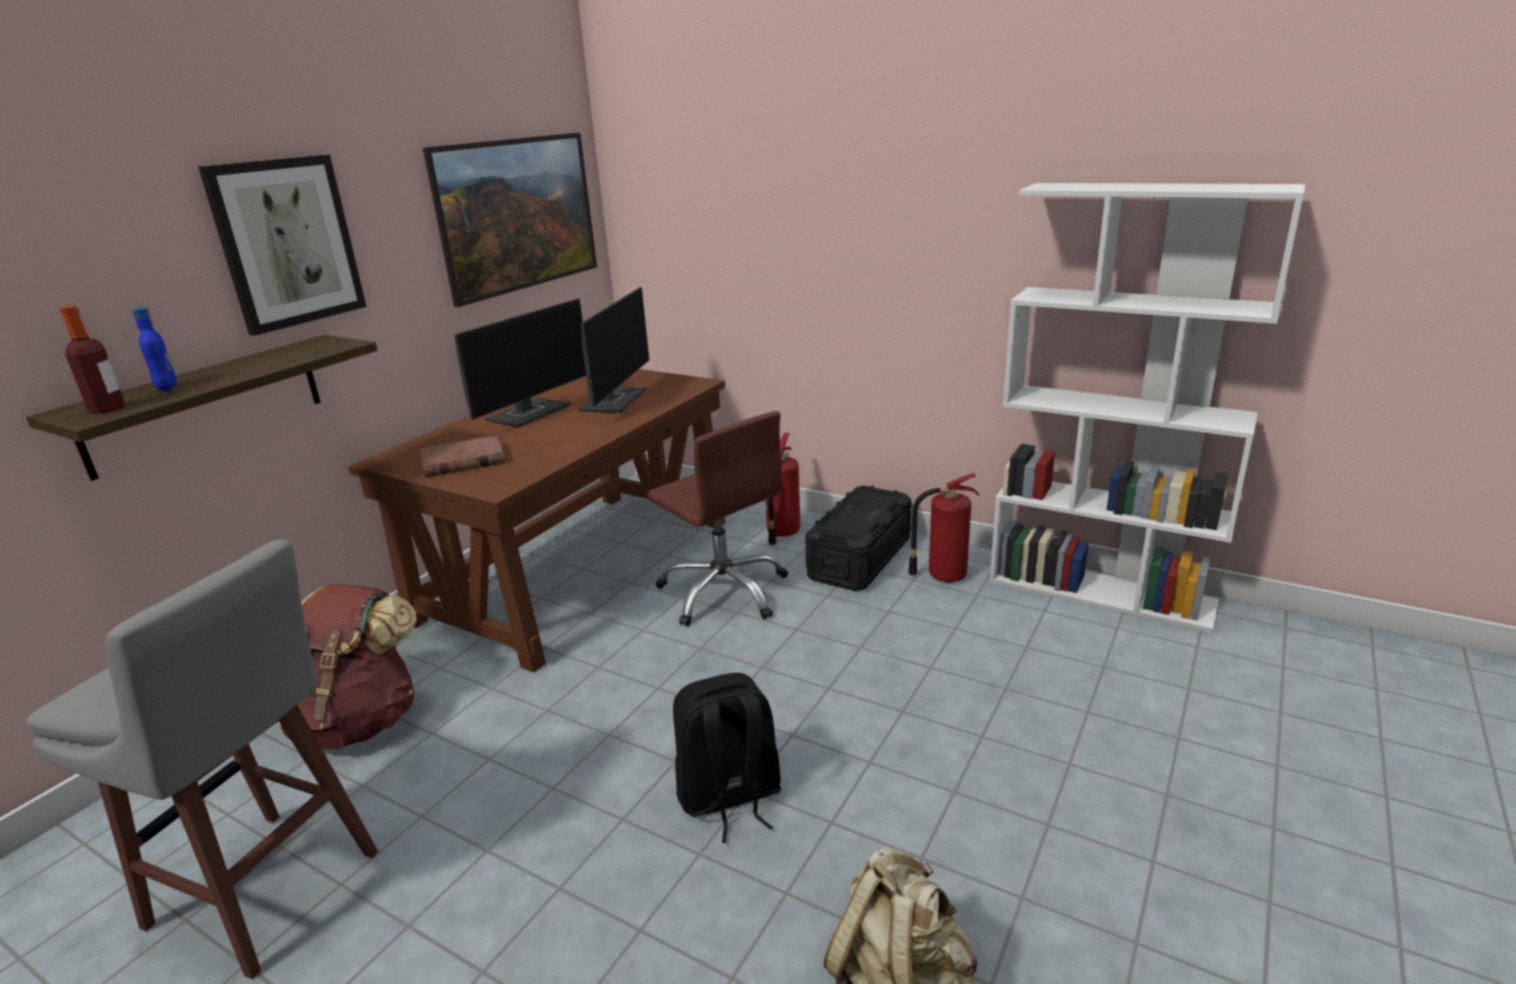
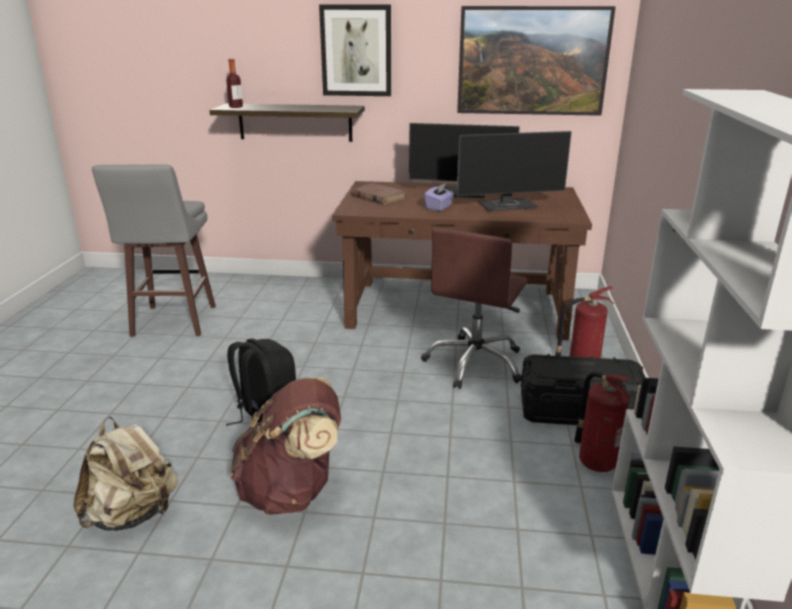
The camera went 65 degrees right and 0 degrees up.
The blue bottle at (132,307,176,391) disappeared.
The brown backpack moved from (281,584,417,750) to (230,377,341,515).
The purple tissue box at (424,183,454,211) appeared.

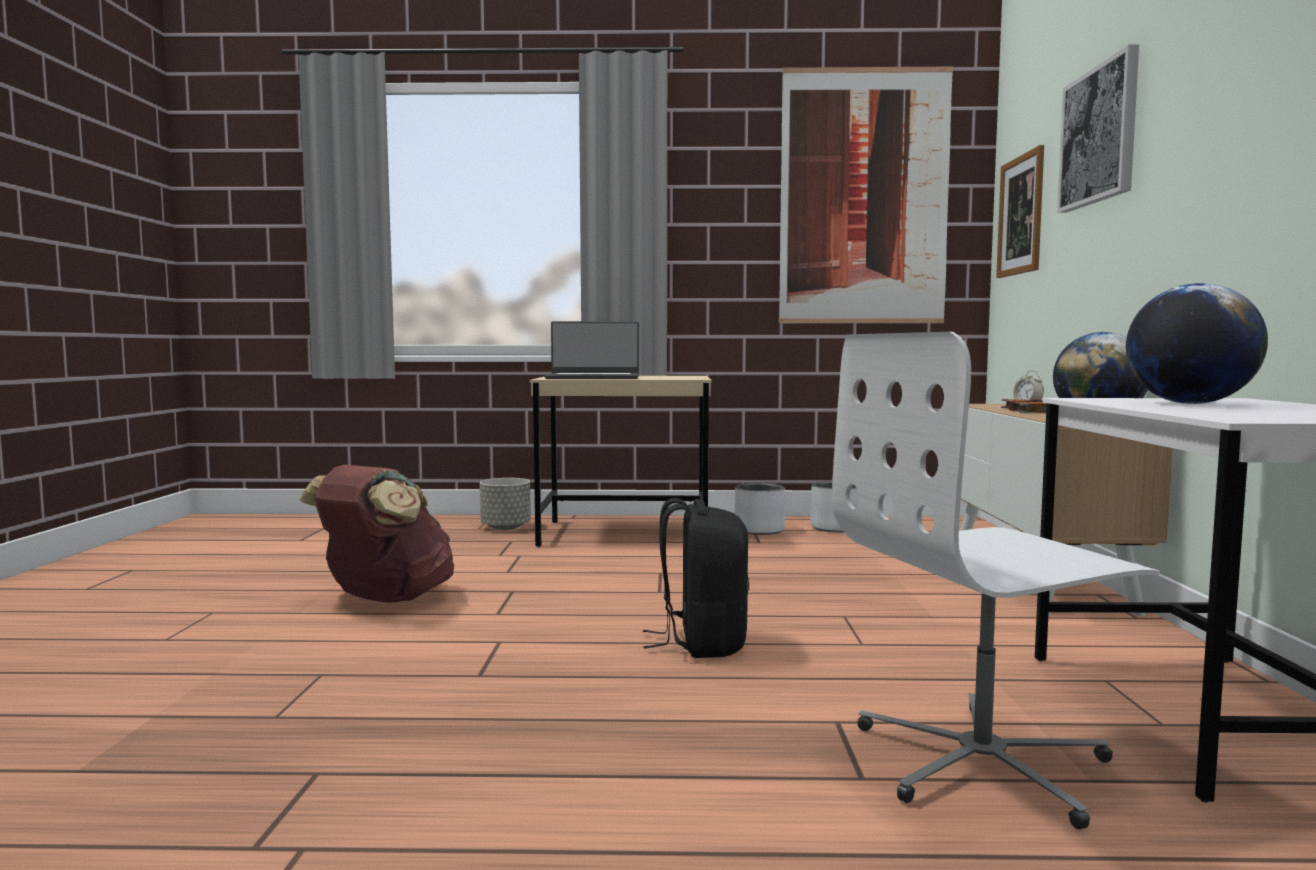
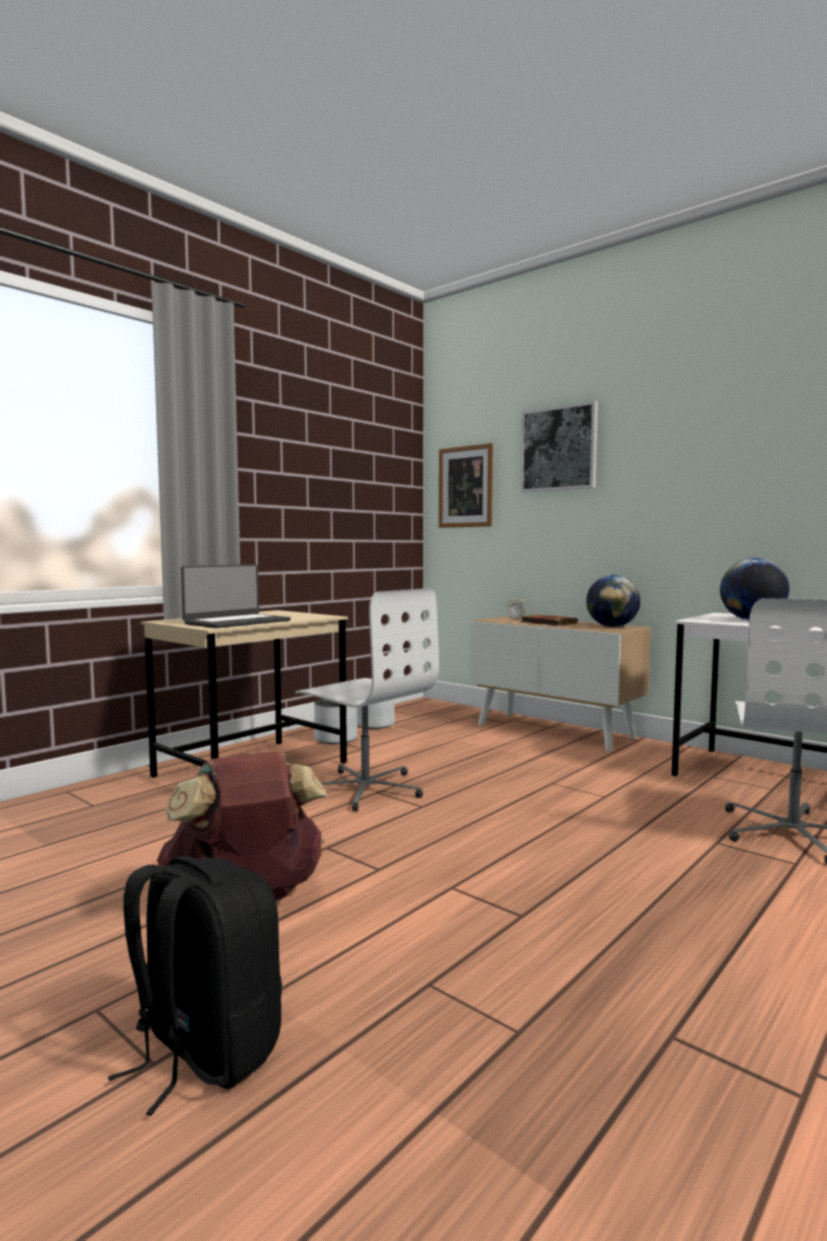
The camera went 50 degrees left and 0 degrees up.
The grey planter at (480,478,531,530) disappeared.
The black backpack moved from (643,498,749,658) to (108,856,282,1116).
The picture at (779,67,953,323) disappeared.
The white office chair at (295,588,439,811) appeared.

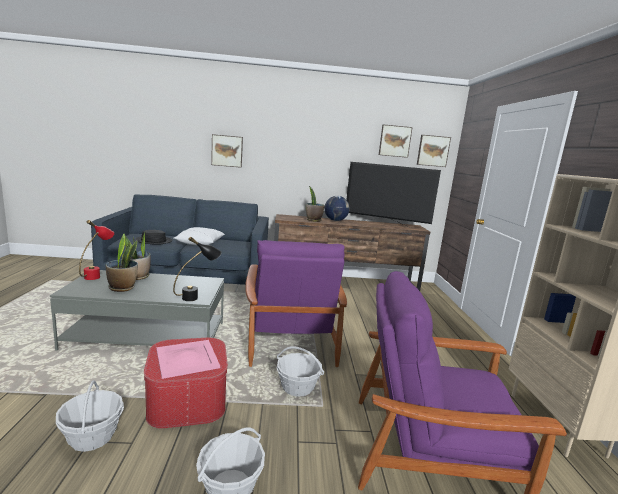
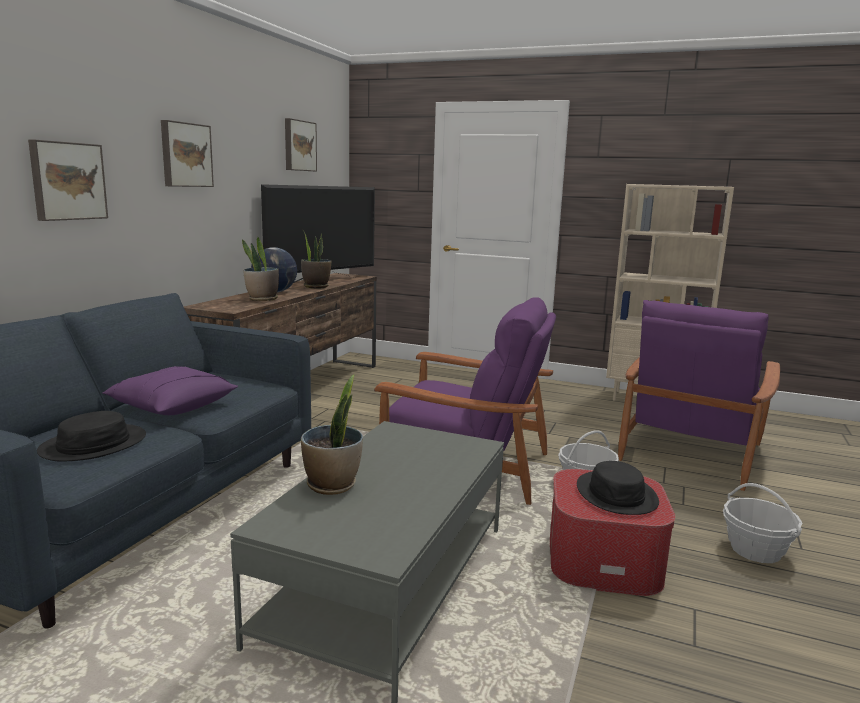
The camera went 65 degrees left and 0 degrees up.
The basket at (56,380,124,452) disappeared.
The red table lamp at (79,220,114,280) disappeared.
The potted plant moved from (106,234,138,292) to (301,232,331,288).
The pink tray at (156,340,220,379) was replaced by the black hat at (577,461,659,515).
The black table lamp at (173,237,222,301) disappeared.
The white pillow at (174,227,225,245) became the purple pillow at (103,366,238,415).
The picture moved from (417,135,451,167) to (161,120,214,187).

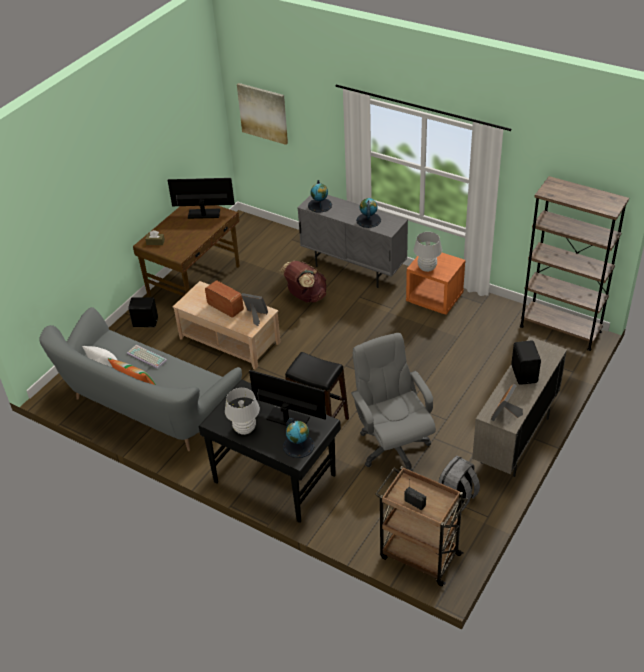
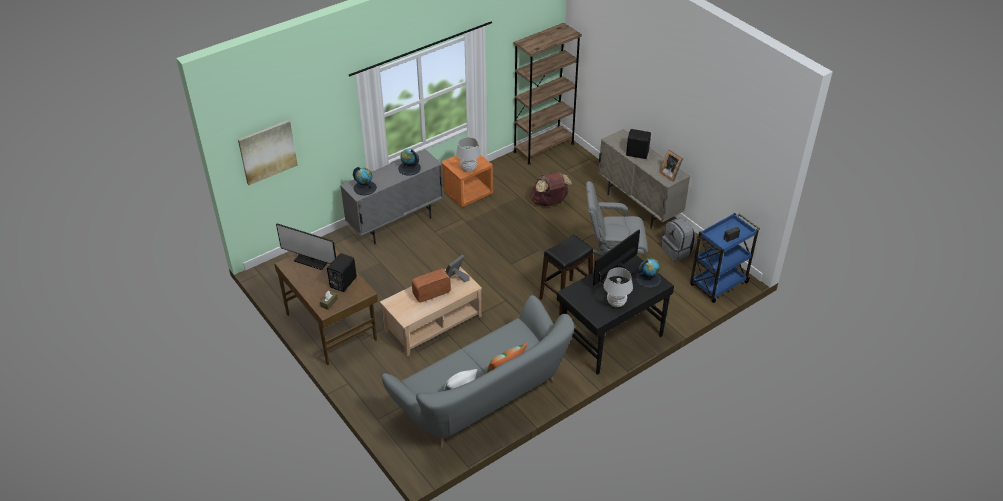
The camera went 70 degrees left and 0 degrees up.
The keyboard at (127,345,167,369) disappeared.
The black speaker moved from (128,298,158,327) to (327,253,357,292).
The monitor at (168,178,235,219) turned 90 degrees counterclockwise.
The brown backpack moved from (279,261,326,303) to (530,172,572,206).
The brown cart at (375,466,468,586) became the blue cart at (690,213,760,303).

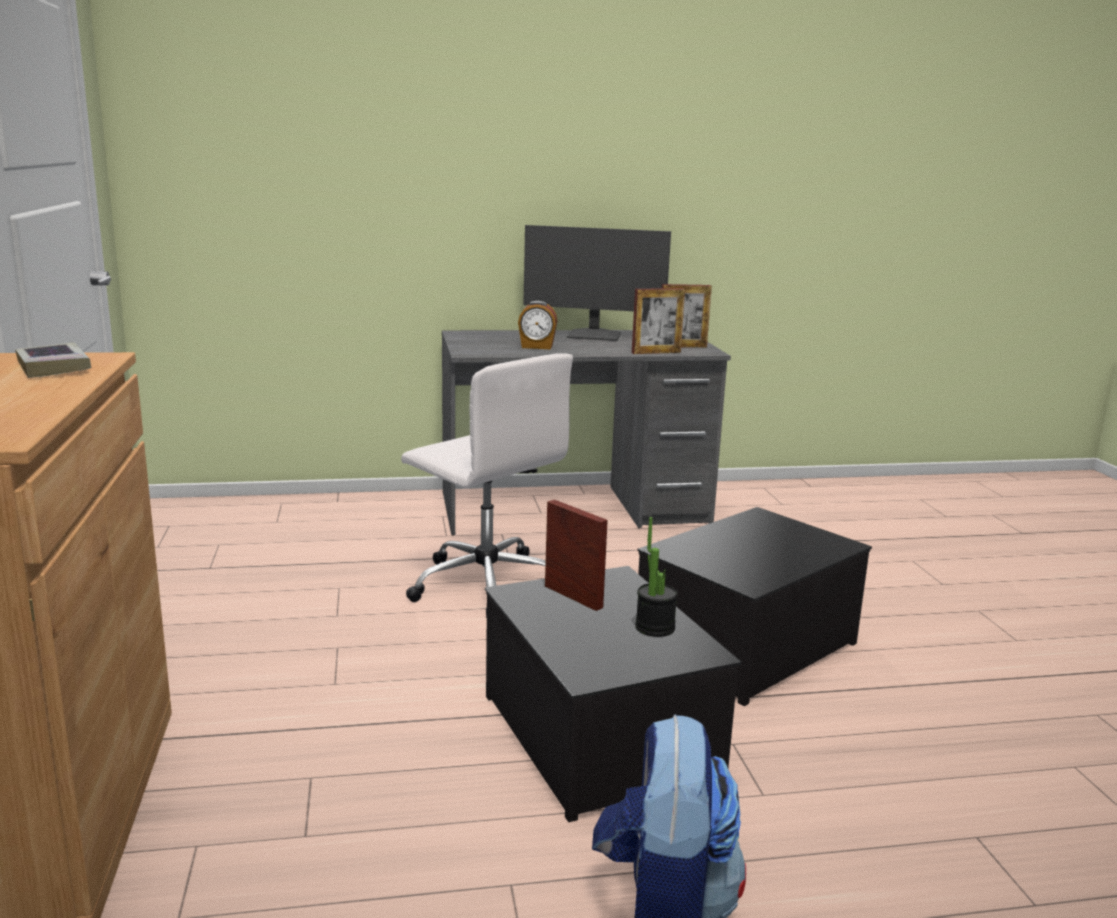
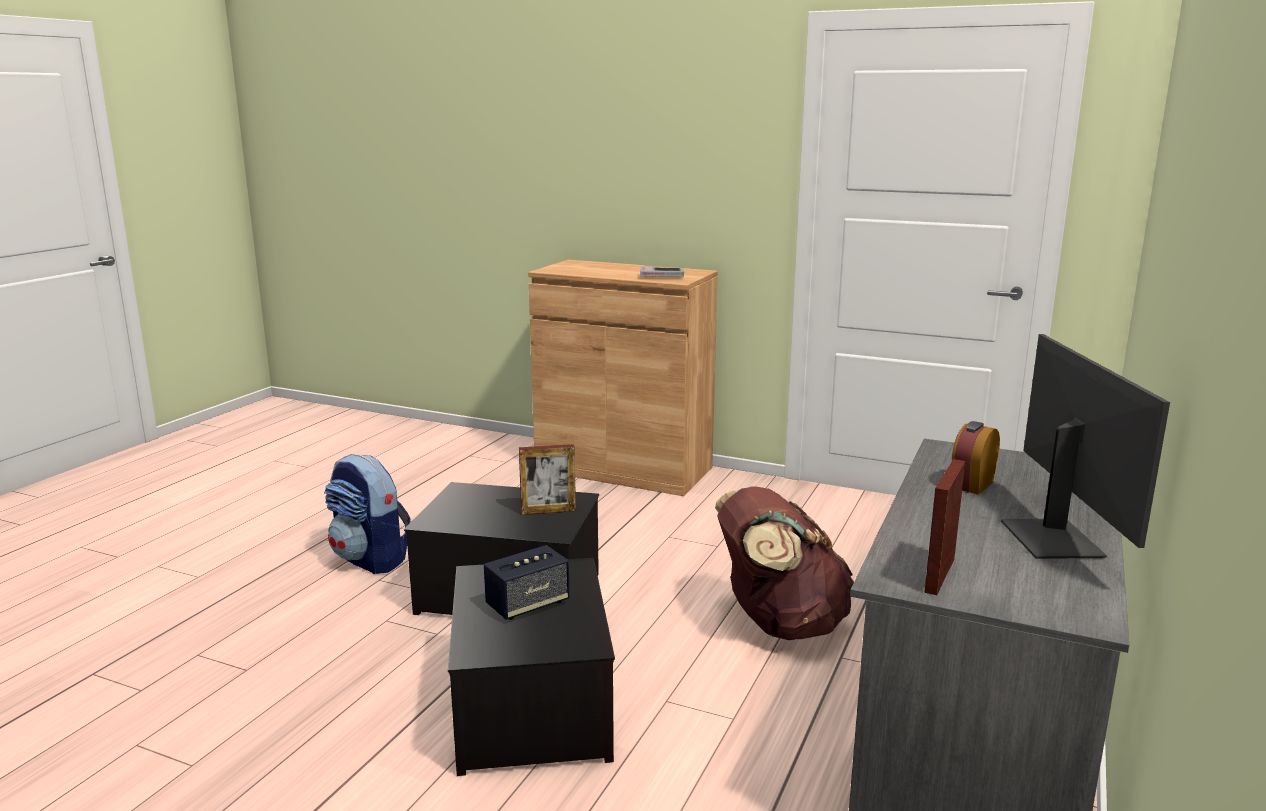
The camera went 125 degrees right and 0 degrees up.
The white office chair at (401,354,573,618) was replaced by the brown backpack at (715,486,854,640).
The monitor at (523,225,671,341) turned 135 degrees clockwise.
The picture frame at (632,288,685,354) disappeared.
The potted plant at (635,517,678,637) disappeared.
The speaker at (484,545,570,620) appeared.

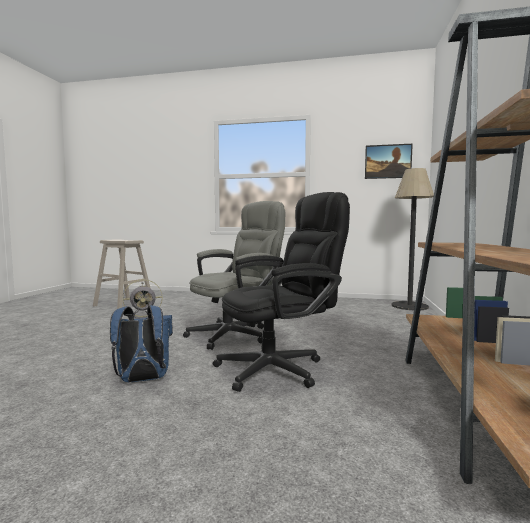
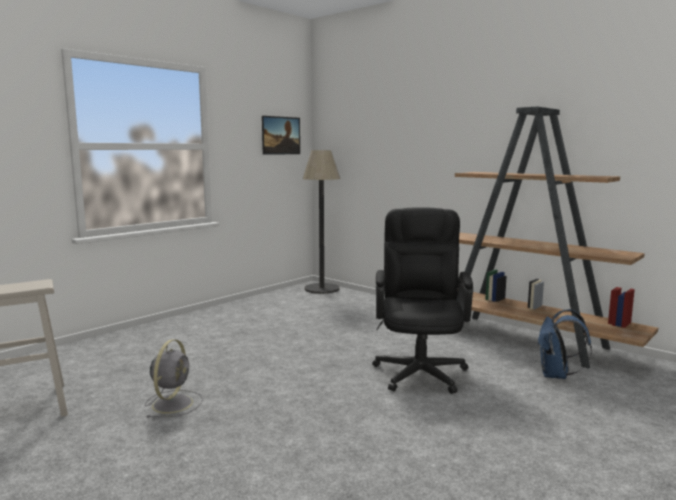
The camera went 60 degrees left and 5 degrees up.
The blue backpack moved from (110,305,173,383) to (538,309,592,379).
The grey office chair at (183,201,285,350) disappeared.

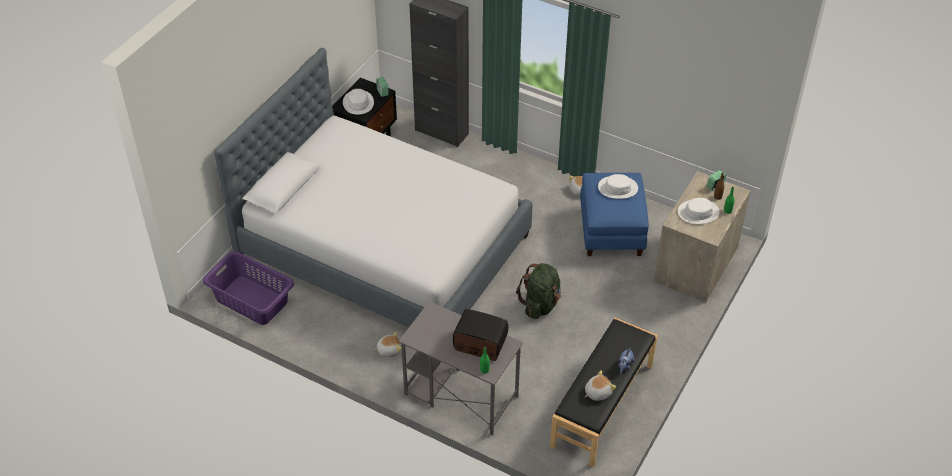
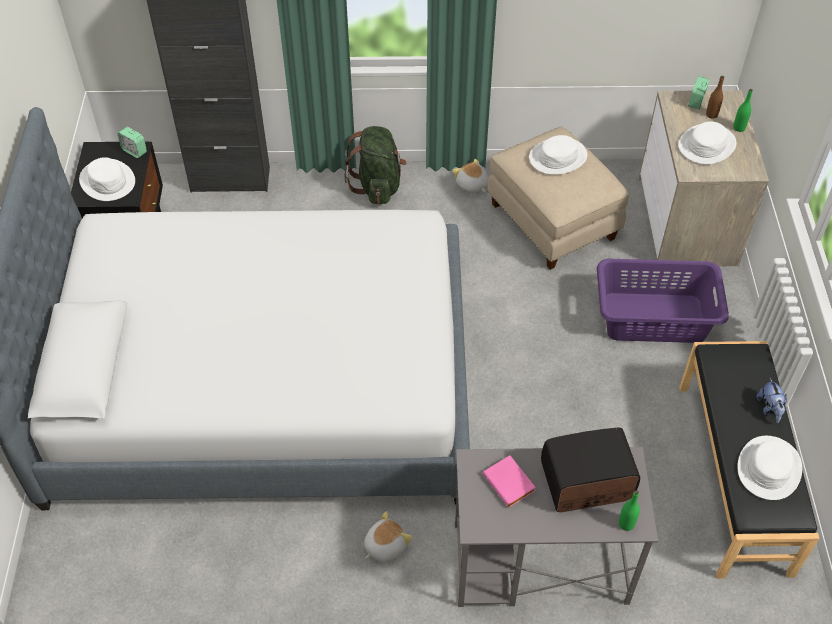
The camera went 30 degrees left and 5 degrees up.
The purple laundry basket moved from (203,251,294,325) to (597,259,729,343).
The green backpack moved from (516,263,561,319) to (345,126,407,204).
The blue ottoman at (580,173,649,256) became the beige ottoman at (487,126,630,270).
The plush toy at (585,370,616,401) was replaced by the white hat at (737,436,802,500).
The pink book at (483,455,536,507) appeared.

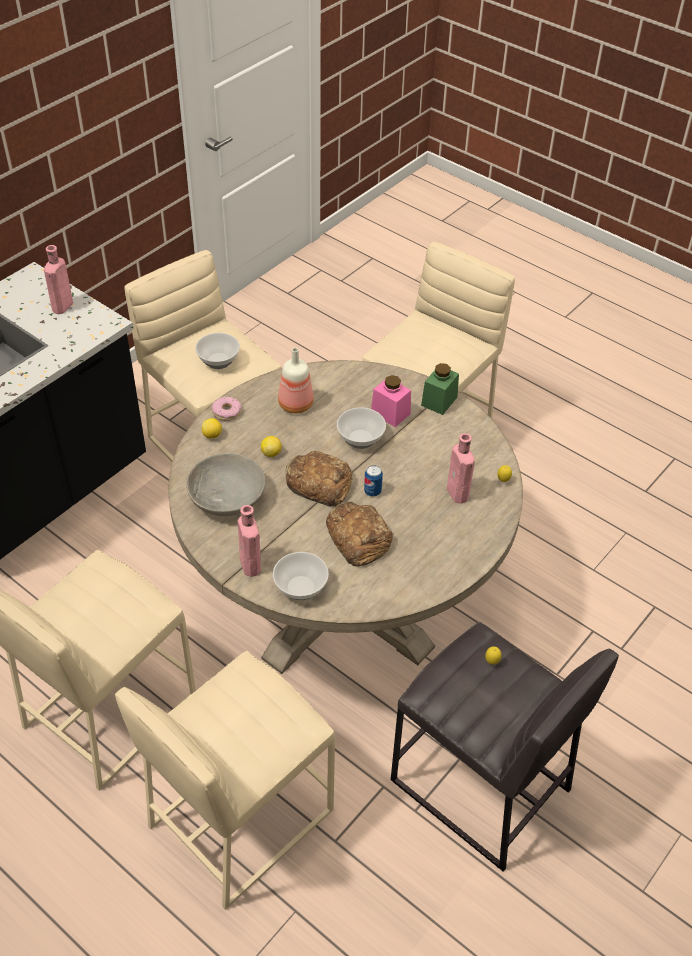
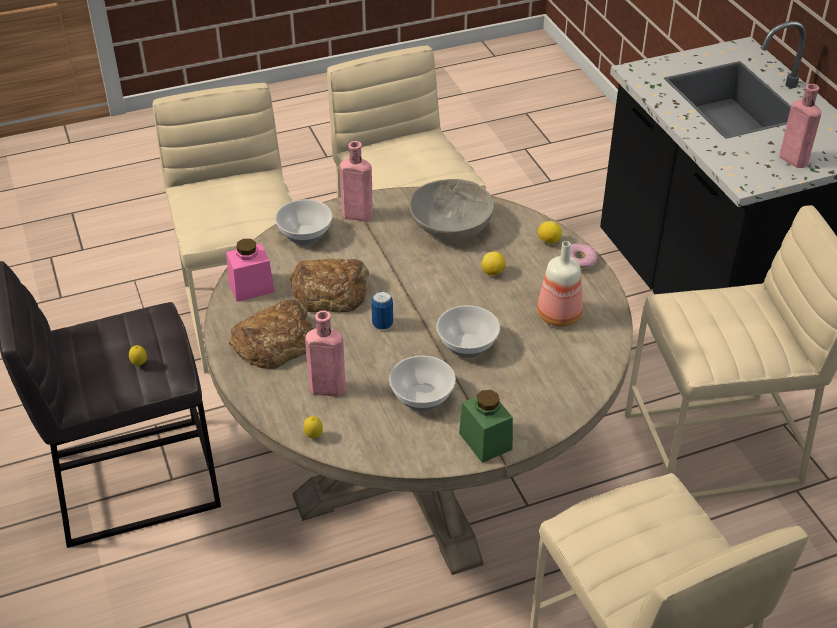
The camera went 120 degrees right and 5 degrees down.
The bowl moved from (195,333,240,369) to (389,355,456,411).
The bread moved from (286,451,352,507) to (229,300,313,369).
The pink jar moved from (371,375,411,427) to (226,239,275,302).

